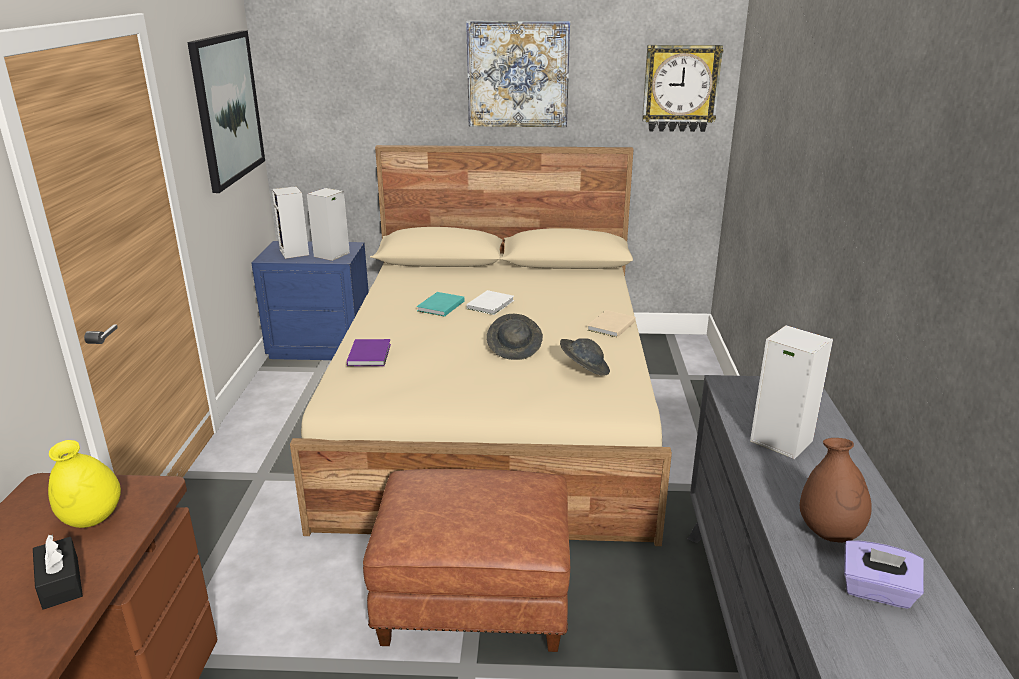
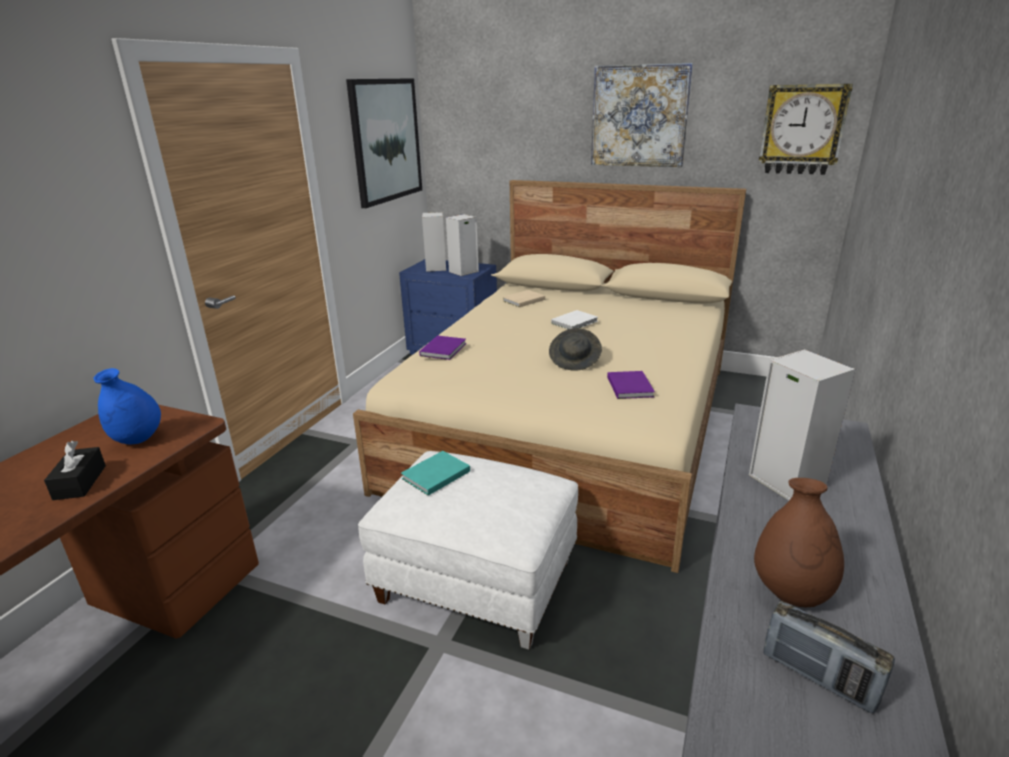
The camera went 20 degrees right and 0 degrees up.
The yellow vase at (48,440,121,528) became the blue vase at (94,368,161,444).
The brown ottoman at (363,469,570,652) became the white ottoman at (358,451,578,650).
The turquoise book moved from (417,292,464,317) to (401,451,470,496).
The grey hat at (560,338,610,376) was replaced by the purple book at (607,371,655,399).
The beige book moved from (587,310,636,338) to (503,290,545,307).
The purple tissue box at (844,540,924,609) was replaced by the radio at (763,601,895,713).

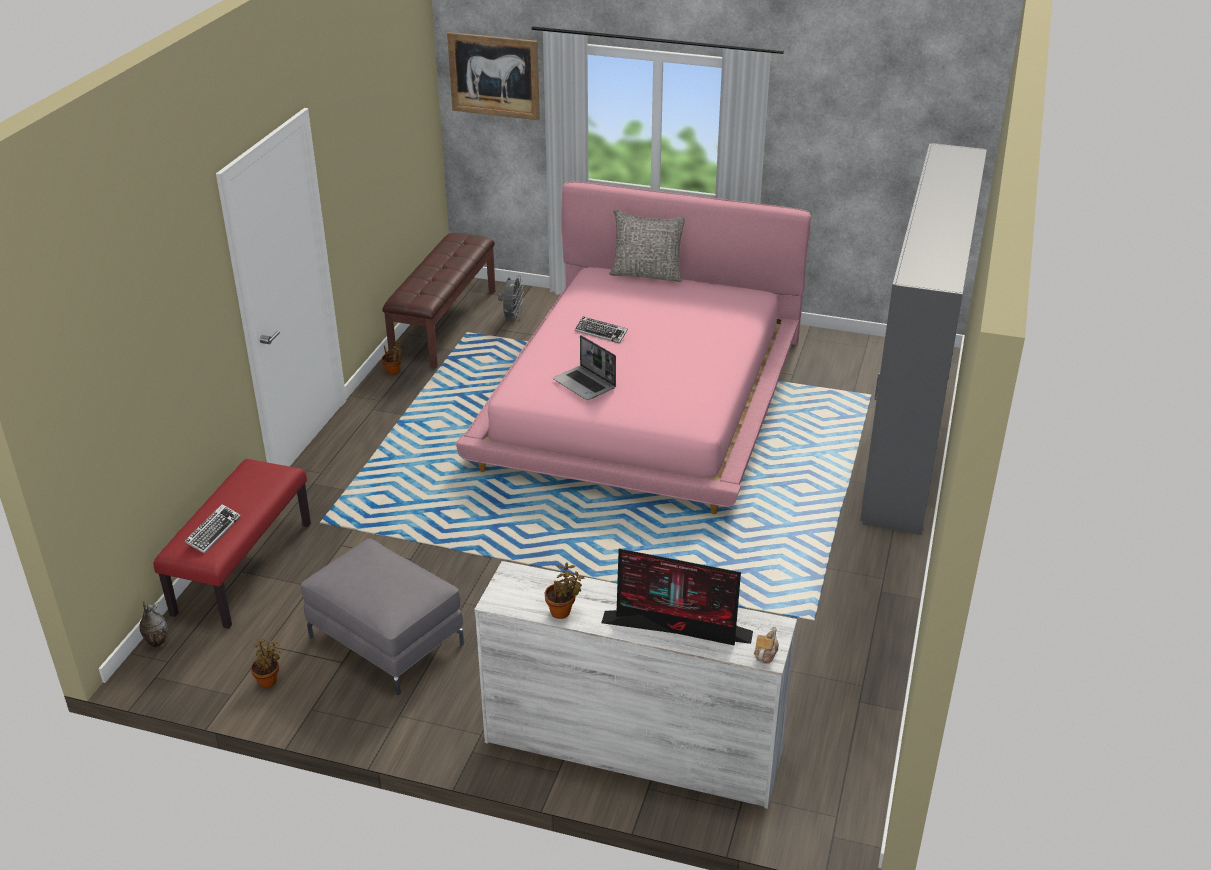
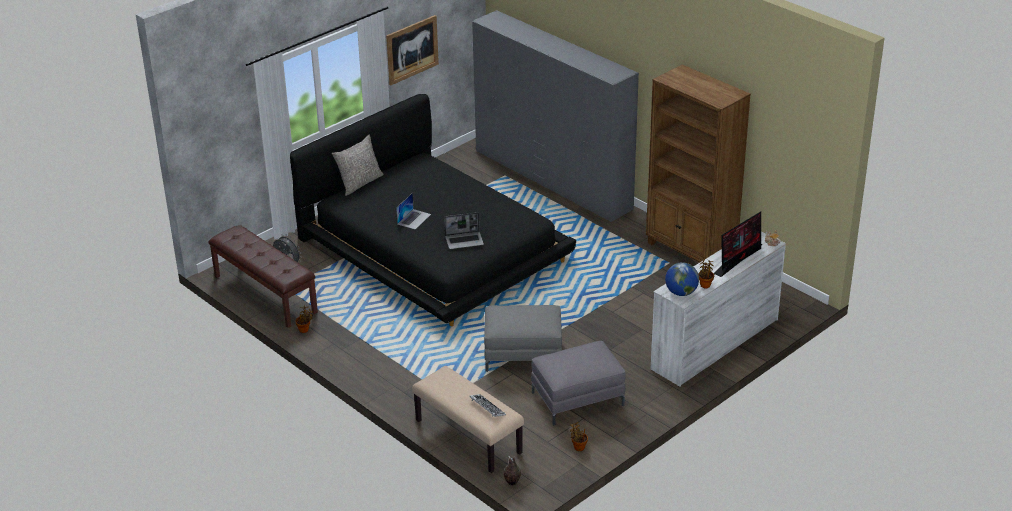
The camera went 60 degrees left and 0 degrees up.
The red bench at (153,459,311,629) became the beige bench at (412,366,524,473).
The picture moved from (447,32,540,120) to (386,15,439,85).
The pink bed at (456,181,811,514) became the black bed at (290,94,576,326).
The keyboard at (574,317,628,343) was replaced by the laptop at (396,193,431,229).
The grey ottoman at (484,305,562,372) appeared.
The brown bookcase at (646,65,751,263) appeared.
The globe at (665,262,699,296) appeared.

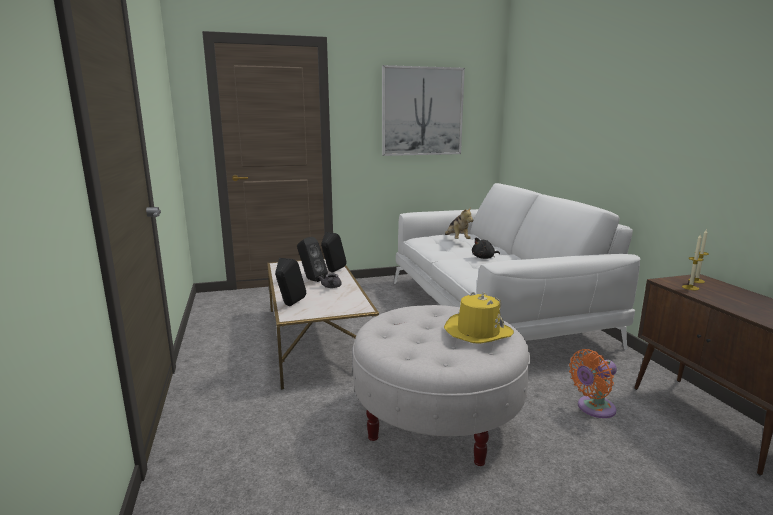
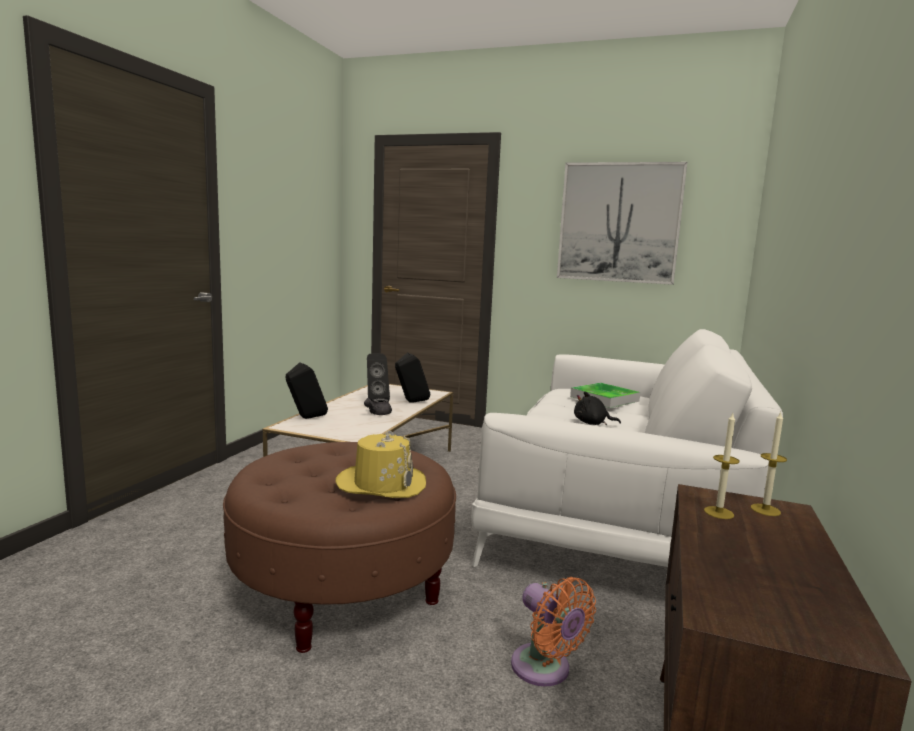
The camera went 35 degrees right and 5 degrees down.
The white ottoman at (353,305,530,466) became the brown ottoman at (223,442,456,653).
The plush toy at (445,207,473,239) was replaced by the tray at (570,383,640,408).
The orange fan at (569,349,617,418) turned 135 degrees counterclockwise.

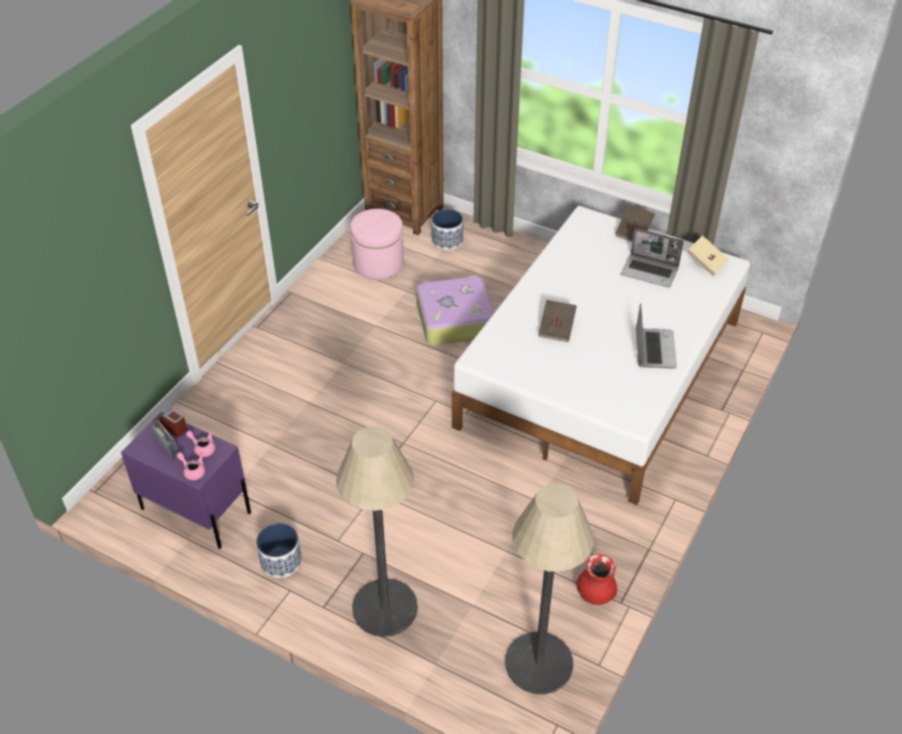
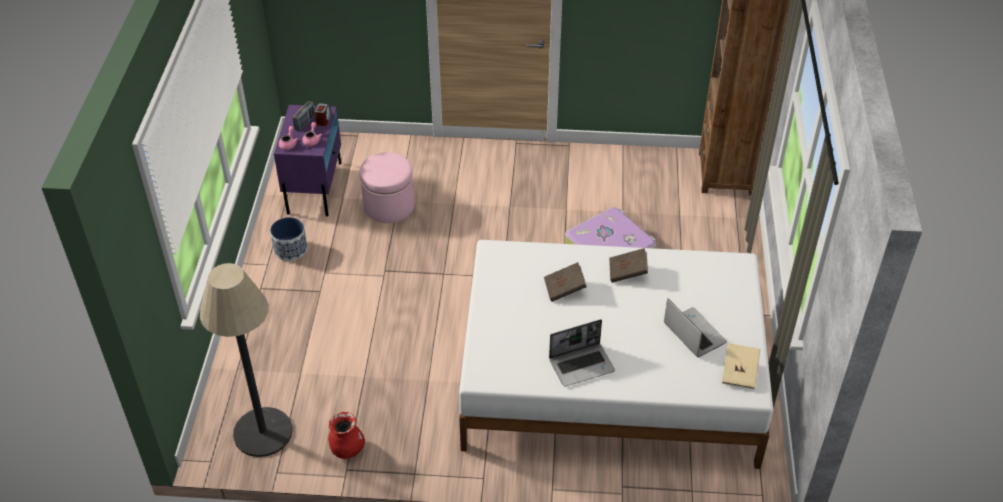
The camera went 65 degrees right and 0 degrees up.
The floor lamp at (336,426,418,637) disappeared.
The pink ottoman moved from (350,209,404,280) to (360,152,414,223).
The planter at (432,209,463,250) disappeared.
The brown book moved from (615,205,655,242) to (609,248,648,283).
The laptop at (621,228,684,288) turned 150 degrees clockwise.

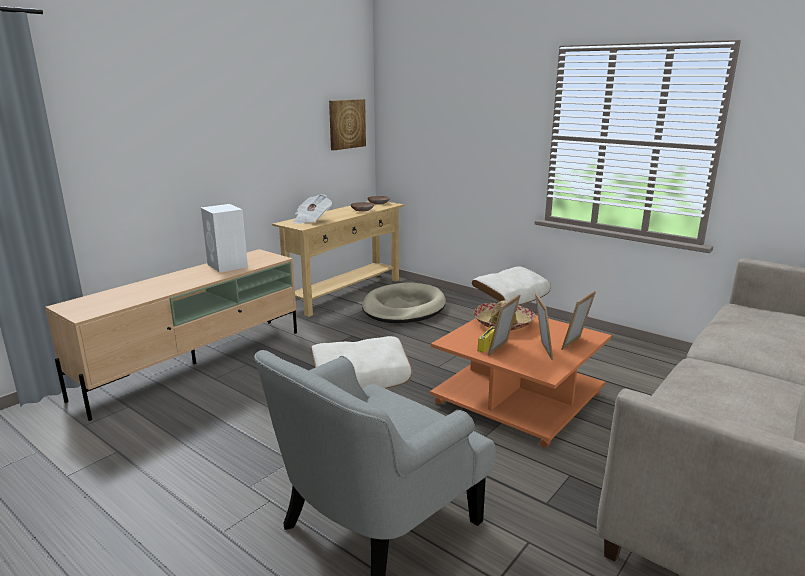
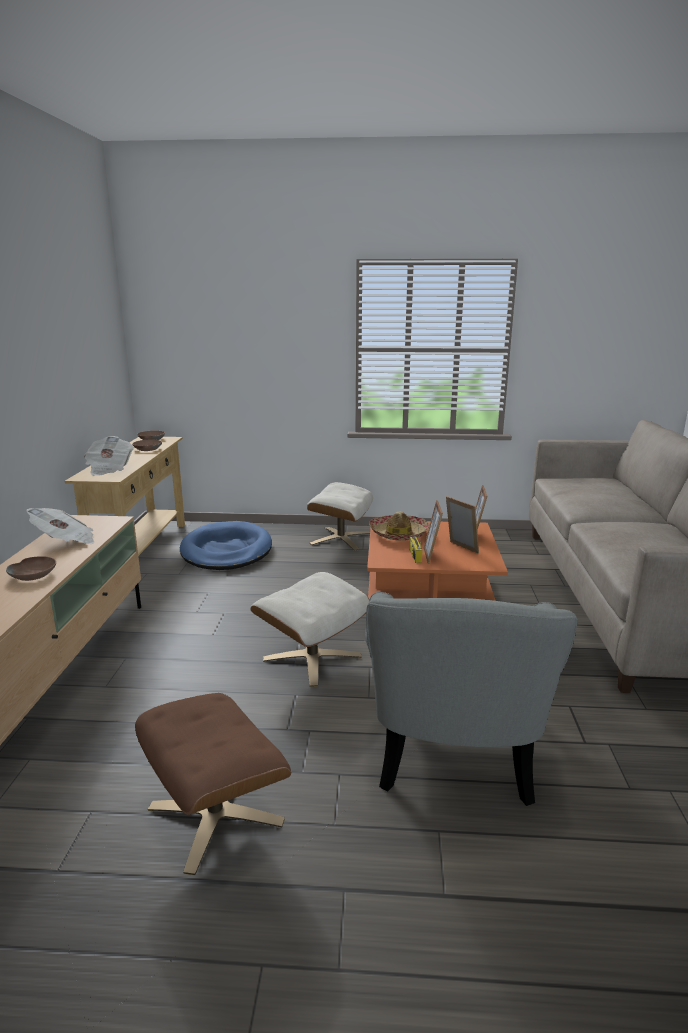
The camera went 35 degrees left and 0 degrees up.
The white speaker at (201,204,248,273) was replaced by the newspaper at (26,508,94,544).
The picture at (329,99,366,150) disappeared.
The beige dog bed at (362,283,446,323) became the blue dog bed at (180,521,272,570).
The brown bowl at (6,556,56,581) appeared.
The brown ottoman at (135,693,291,875) appeared.

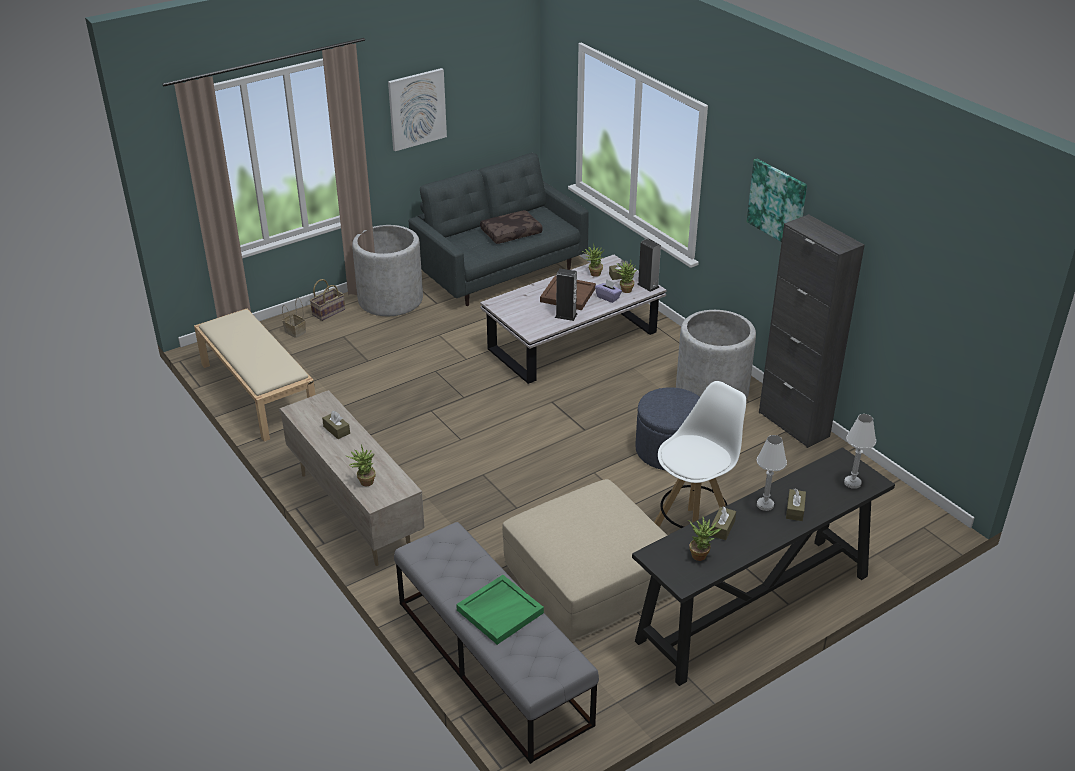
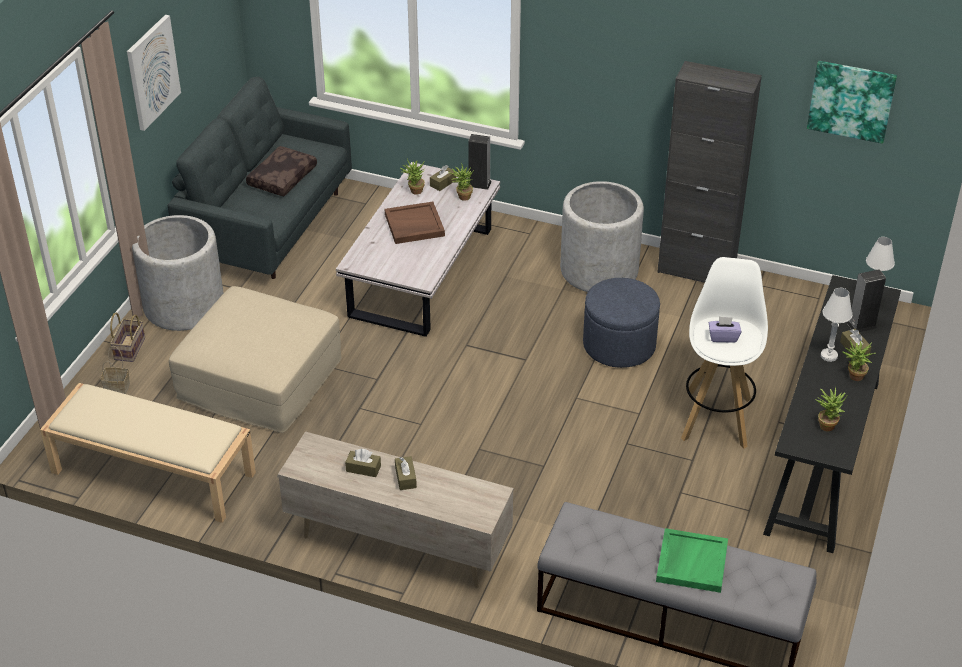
The camera went 35 degrees left and 5 degrees up.
The potted plant moved from (346,445,376,486) to (842,340,876,381).
The beige ottoman moved from (502,479,672,641) to (169,286,342,433).
The speaker moved from (555,268,577,321) to (847,269,886,332).
The purple tissue box moved from (595,279,622,303) to (709,317,741,343).
The brown tissue box moved from (711,506,736,540) to (395,456,417,490).
The picture moved from (747,159,807,242) to (807,61,897,144).

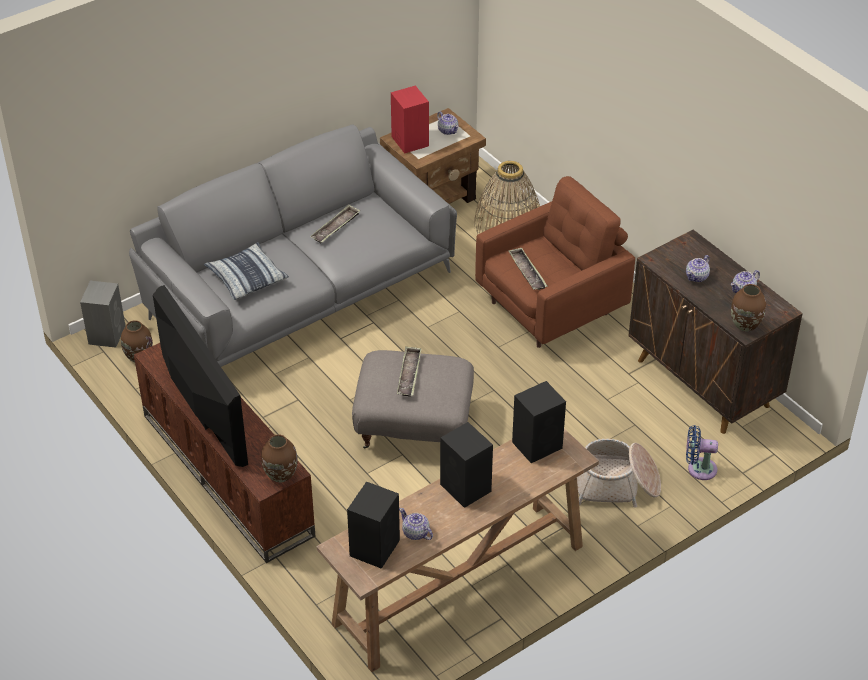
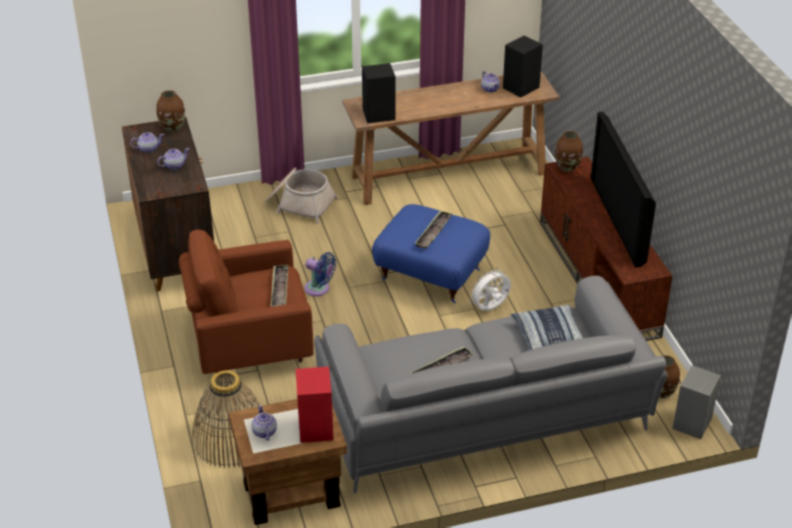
The camera went 160 degrees left and 5 degrees down.
The grey ottoman at (352,350,474,448) became the blue ottoman at (372,204,490,303).
The black speaker at (440,422,493,508) disappeared.
The blue fan moved from (686,425,718,480) to (304,252,336,296).
The white fan at (468,267,511,311) appeared.

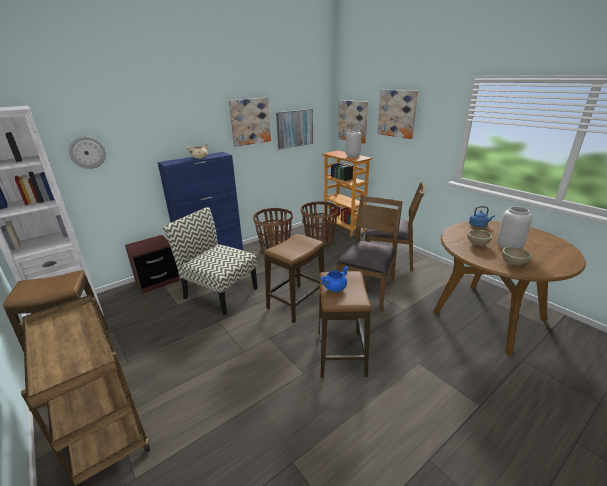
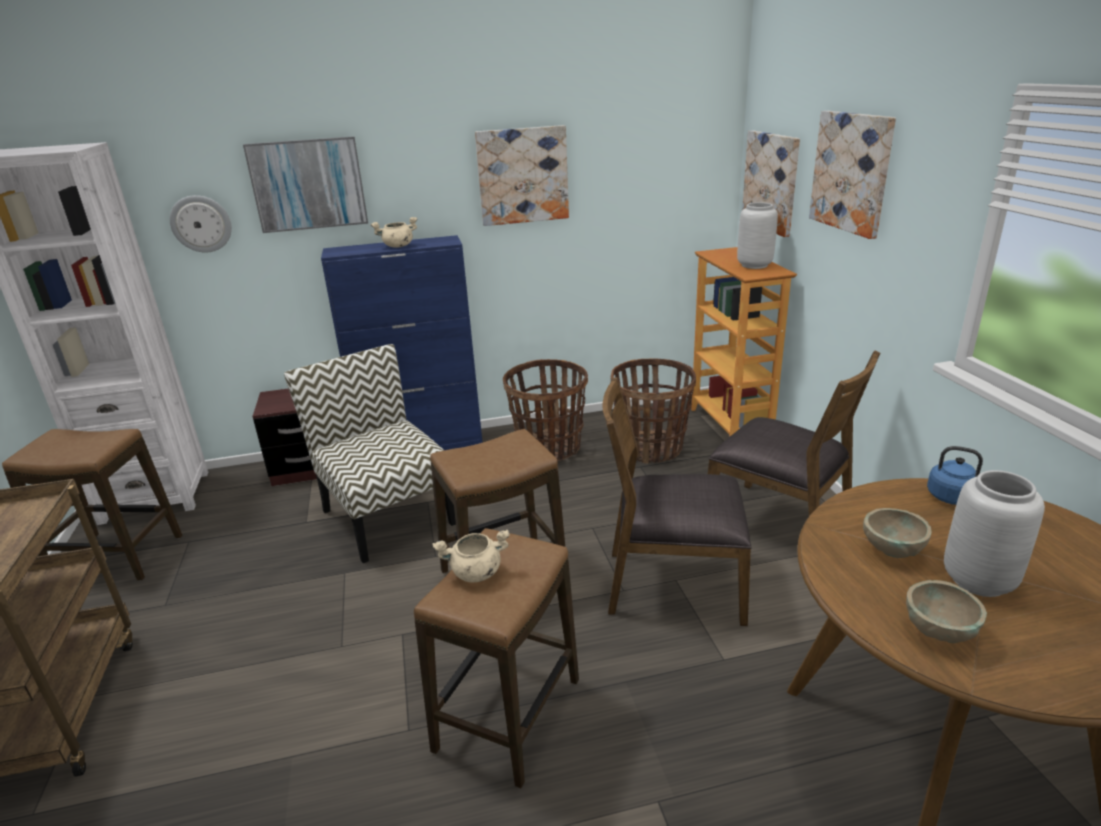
The camera went 25 degrees right and 0 degrees up.
The picture moved from (276,109,313,149) to (243,136,368,233).
The blue cooking pot at (320,266,349,292) became the beige cooking pot at (432,529,510,582).
The brown chair at (336,195,403,311) turned 135 degrees counterclockwise.

